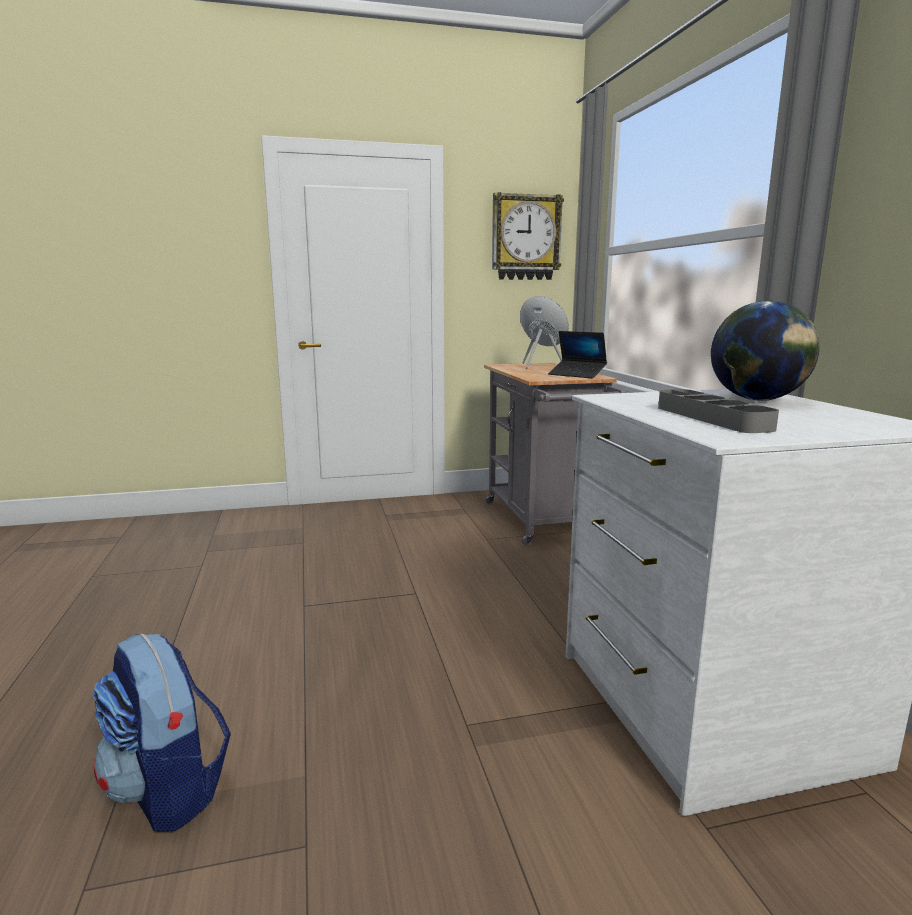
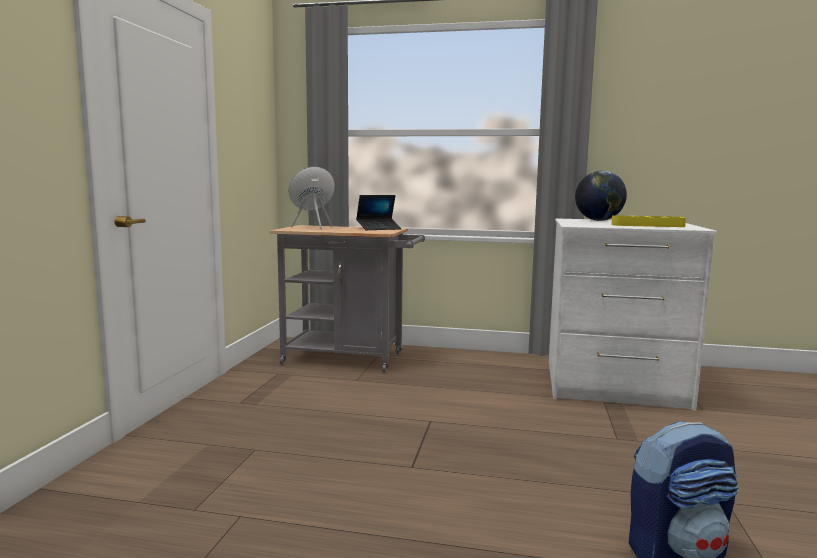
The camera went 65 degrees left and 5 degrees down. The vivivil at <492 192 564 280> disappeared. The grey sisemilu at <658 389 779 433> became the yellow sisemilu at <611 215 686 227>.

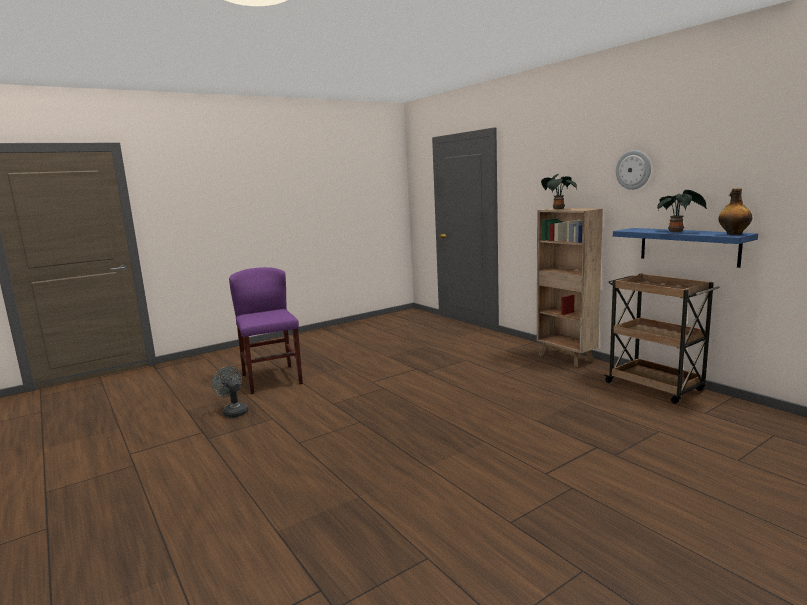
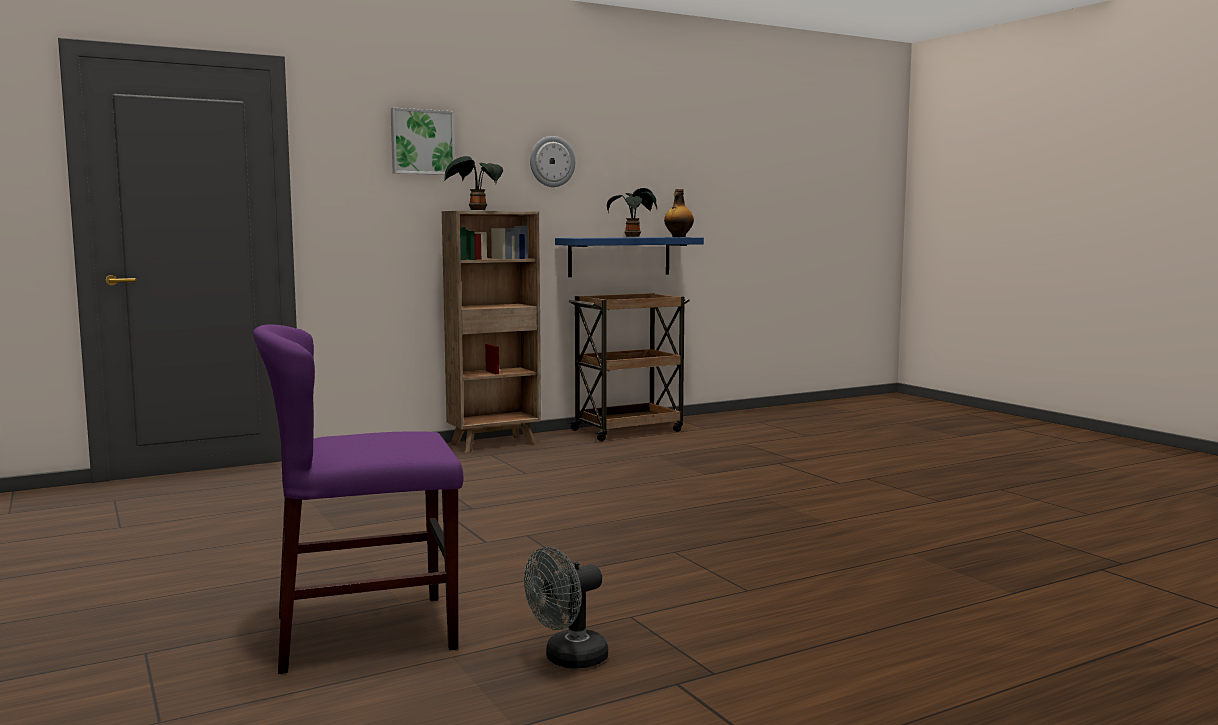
The camera went 85 degrees left and 5 degrees down. The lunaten at <391 108 455 175> appeared.

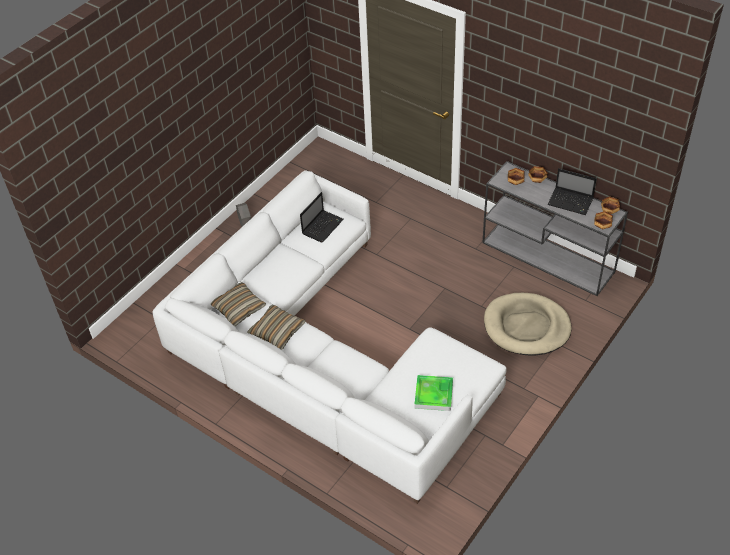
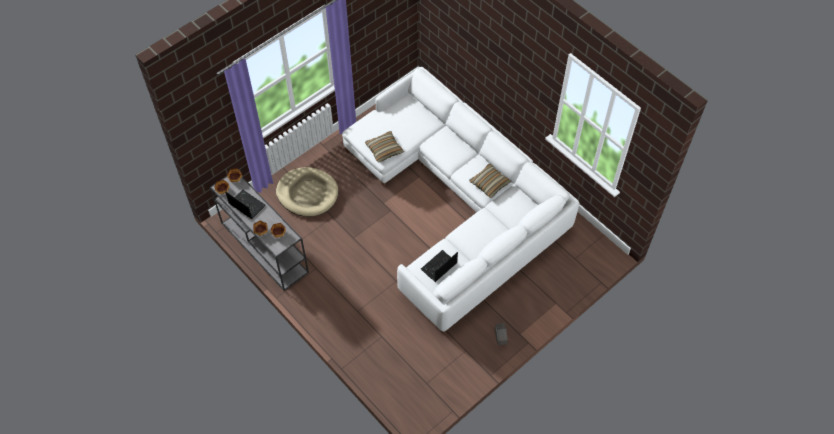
The camera went 170 degrees left and 10 degrees up. The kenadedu moved from <211 282 266 326> to <365 131 404 163>. The sisemilu at <414 375 453 411> disappeared.

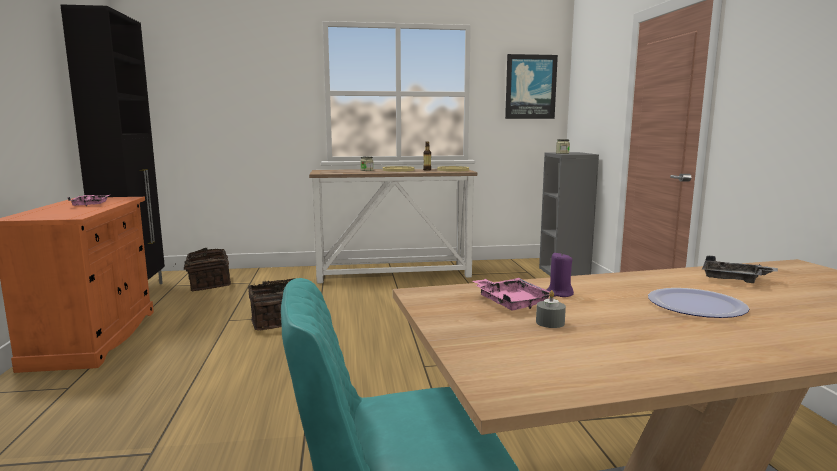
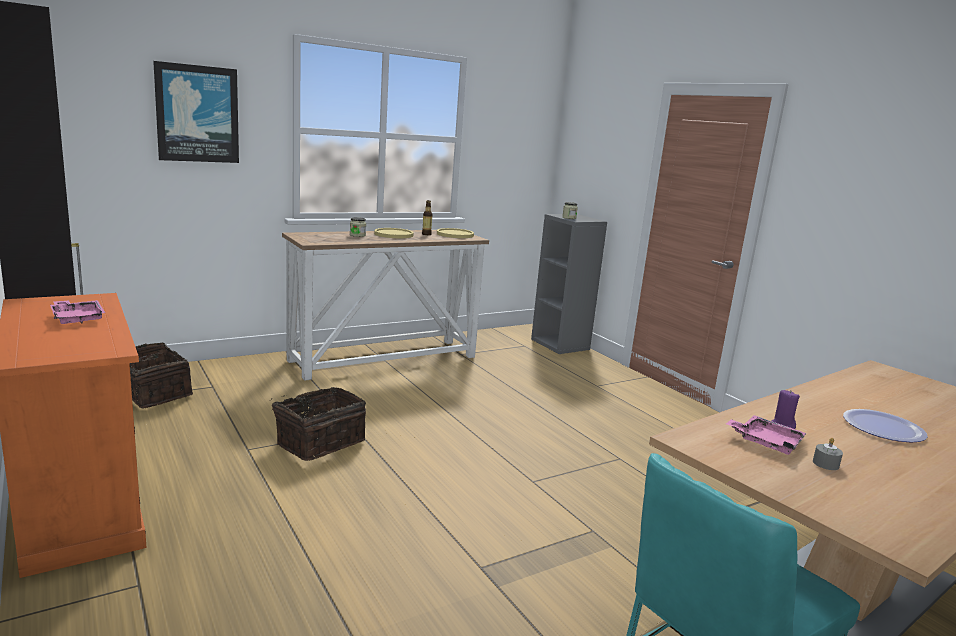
The camera went 25 degrees left and 5 degrees up. The lunaten moved from <505 54 558 119> to <153 61 239 163>. The grey sisemilu at <702 256 778 283> disappeared.

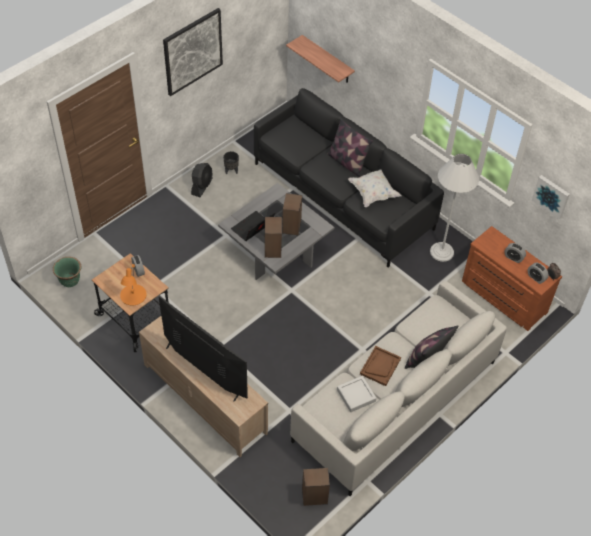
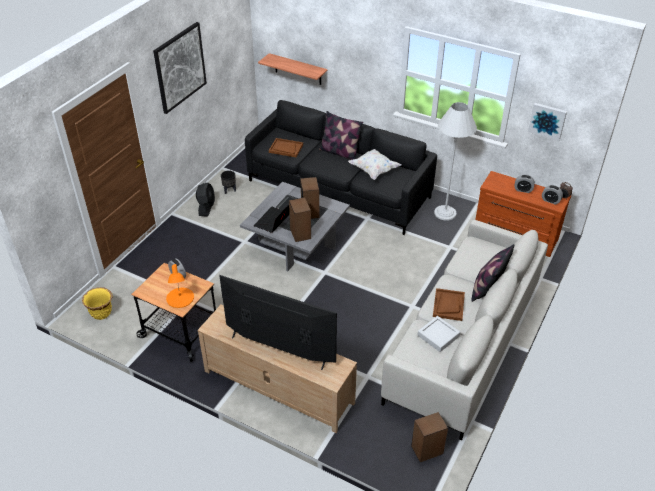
The camera went 15 degrees left and 10 degrees down. The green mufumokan at <53 257 82 287> became the yellow mufumokan at <82 287 112 320>. The brown sisemilu at <269 138 303 157> appeared.

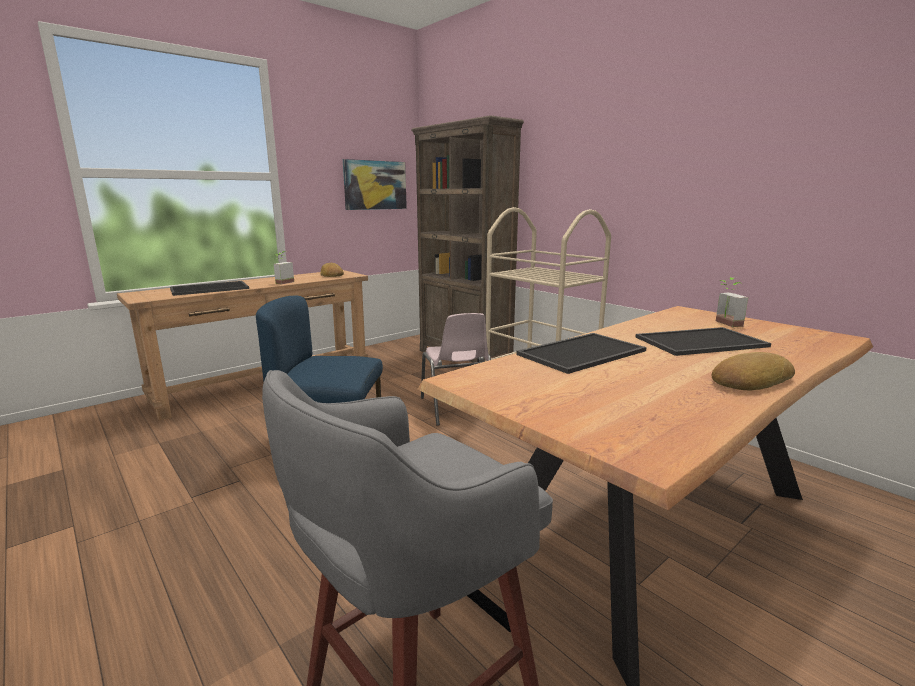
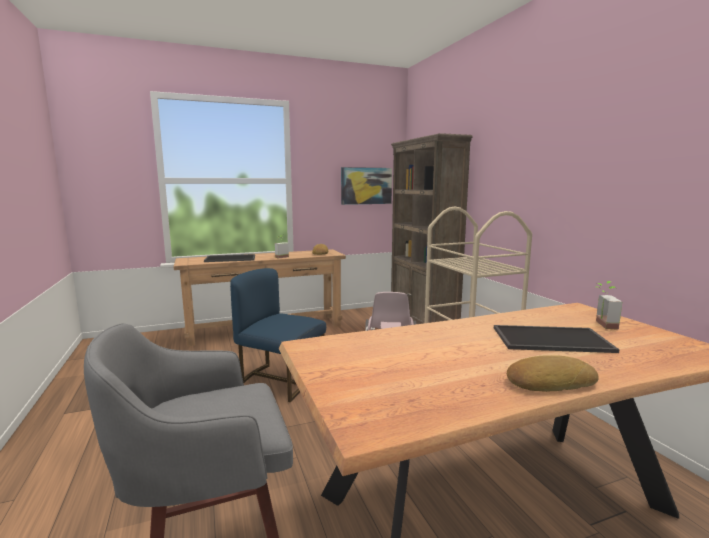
The camera went 20 degrees right and 5 degrees down. The sisemilu at <516 333 647 374> disappeared.

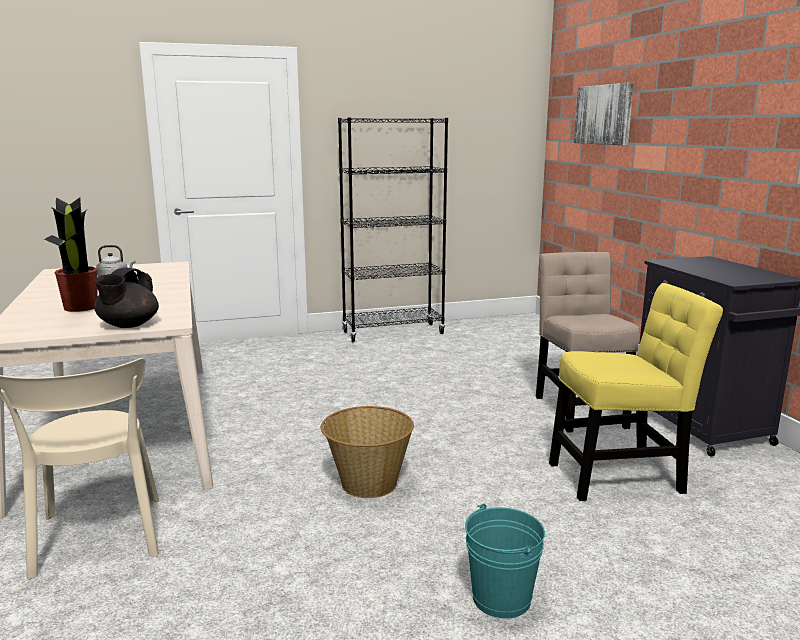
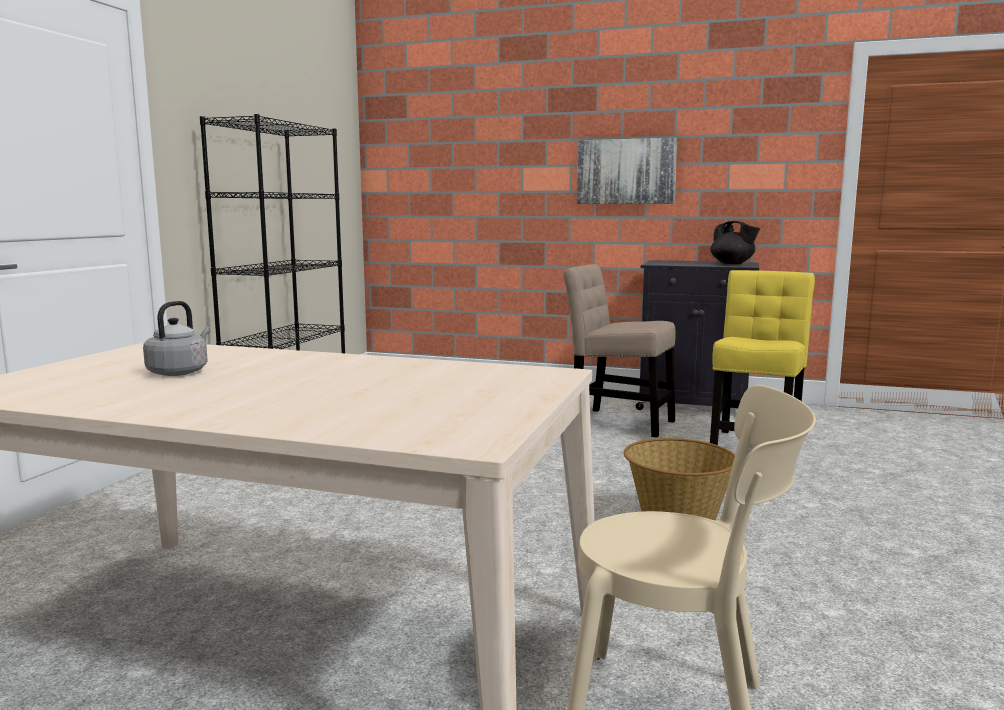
The camera went 55 degrees left and 5 degrees down. The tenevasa at <44 198 98 312> disappeared. The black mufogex moved from <94 268 159 328> to <711 221 760 264>. The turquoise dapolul at <465 504 545 619> disappeared. The lunaten moved from <574 82 634 145> to <577 138 677 204>.

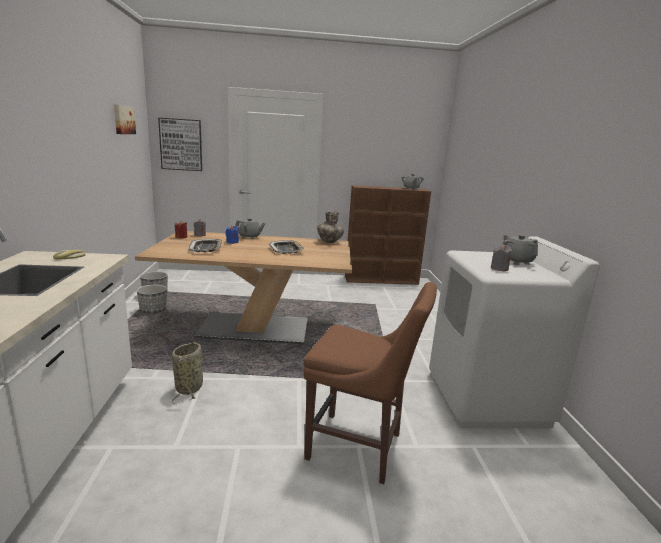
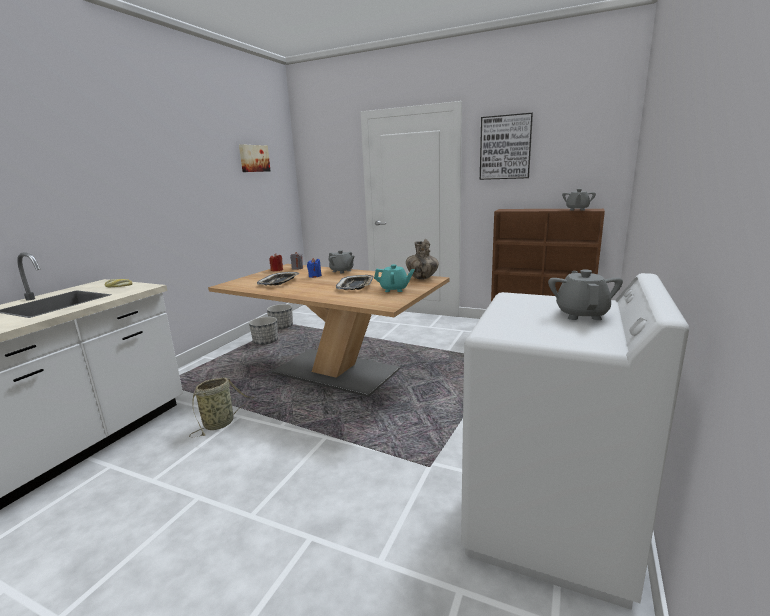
The camera went 30 degrees right and 0 degrees up. The lunaten moved from <158 118 202 171> to <480 113 533 180>. The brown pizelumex at <303 282 437 484> disappeared. The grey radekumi at <491 244 512 271> disappeared. The turquoise mufogex at <374 264 415 292> appeared.

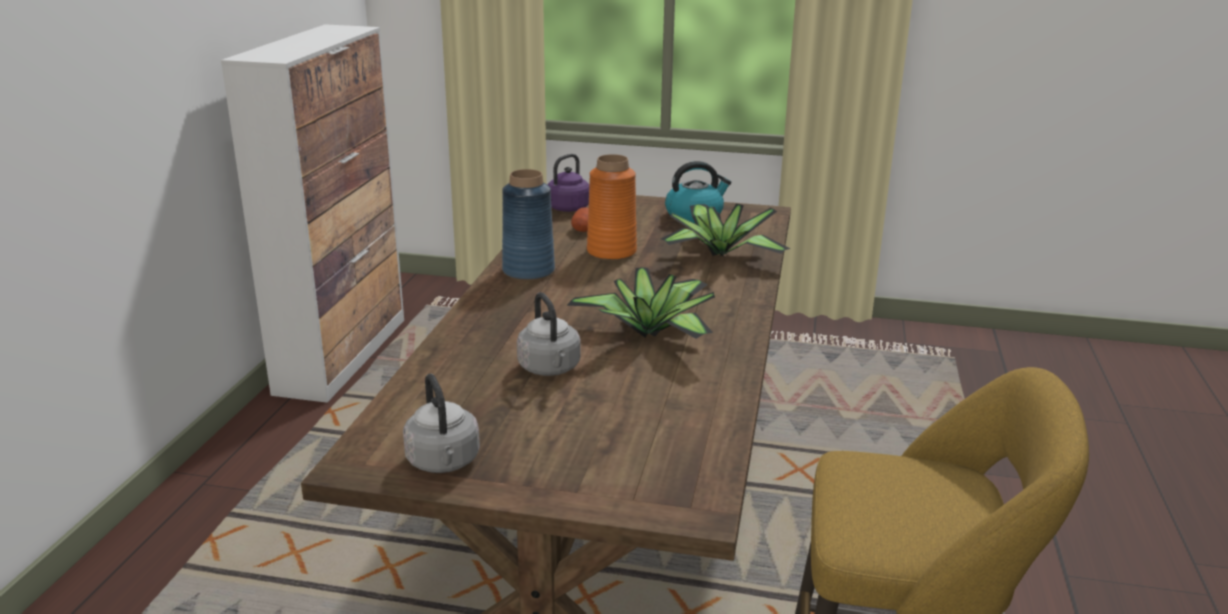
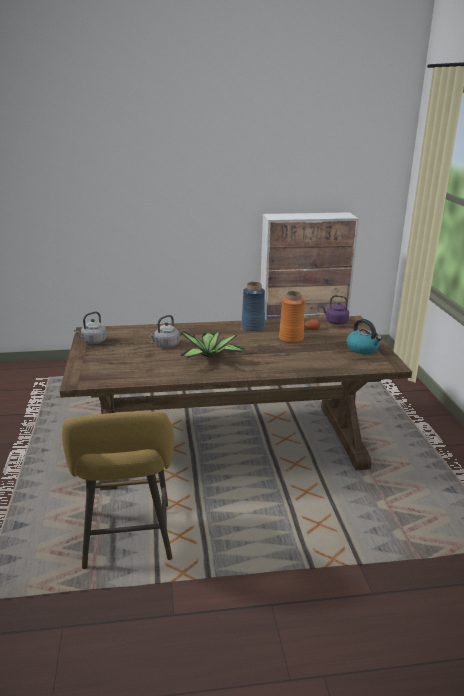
The camera went 70 degrees right and 0 degrees up. The tenevasa at <661 204 790 257> disappeared.

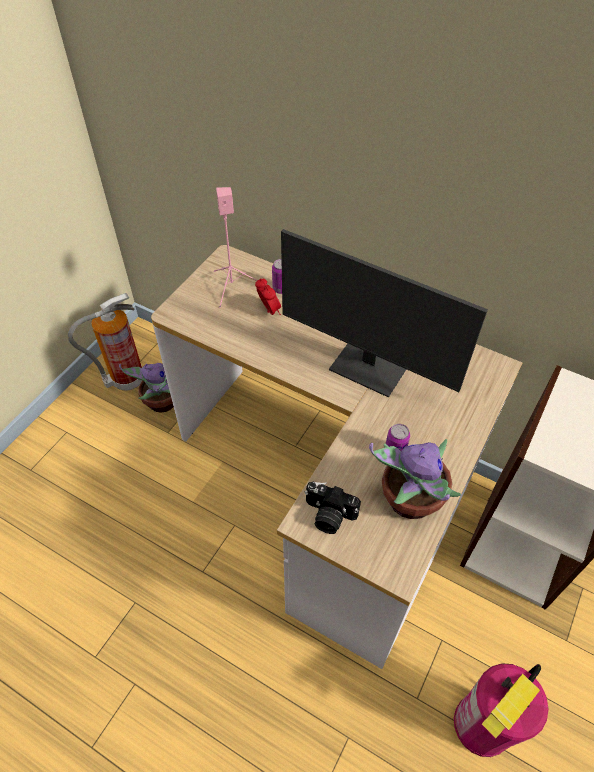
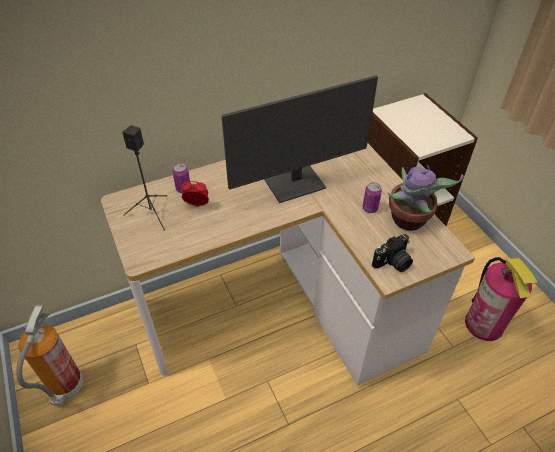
The camera went 55 degrees left and 5 degrees down. The tenevasa at <119 363 174 413> disappeared. The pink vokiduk at <214 187 258 308> became the black vokiduk at <122 125 167 230>.

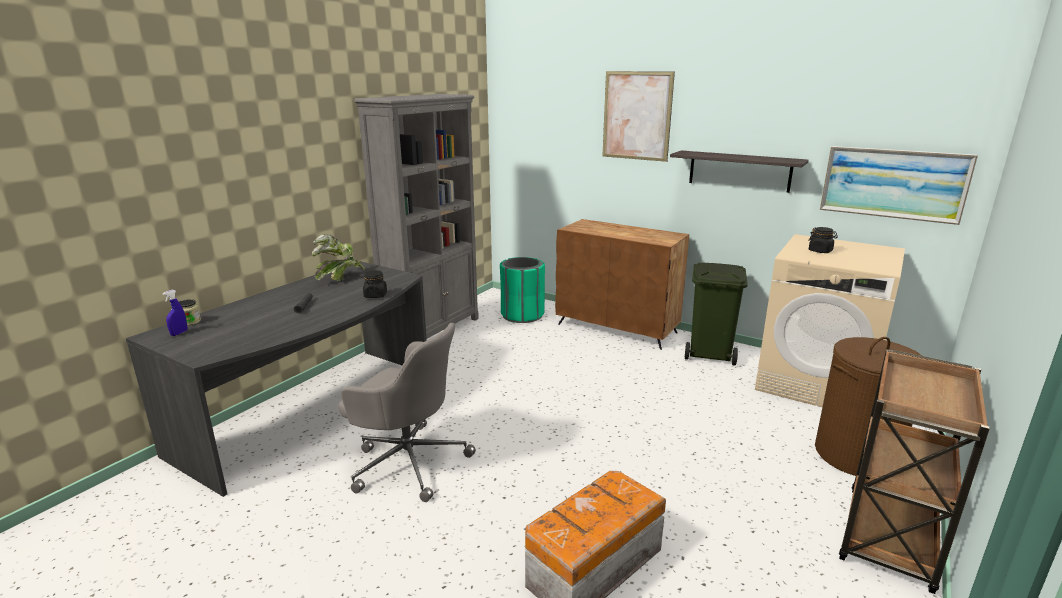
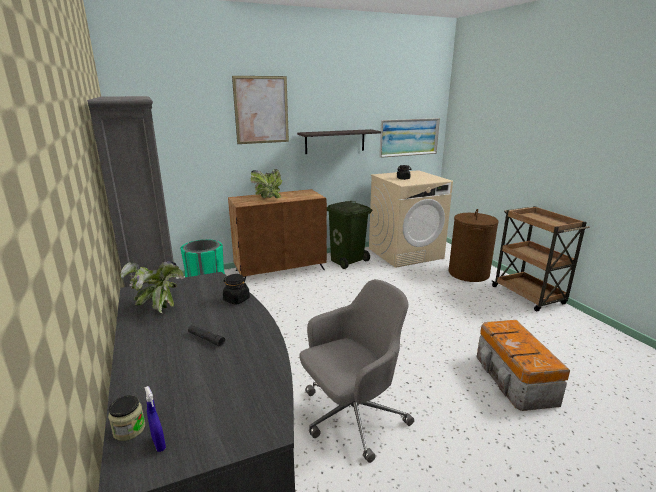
The camera went 55 degrees left and 0 degrees up. The tenevasa at <250 169 282 198> appeared.

